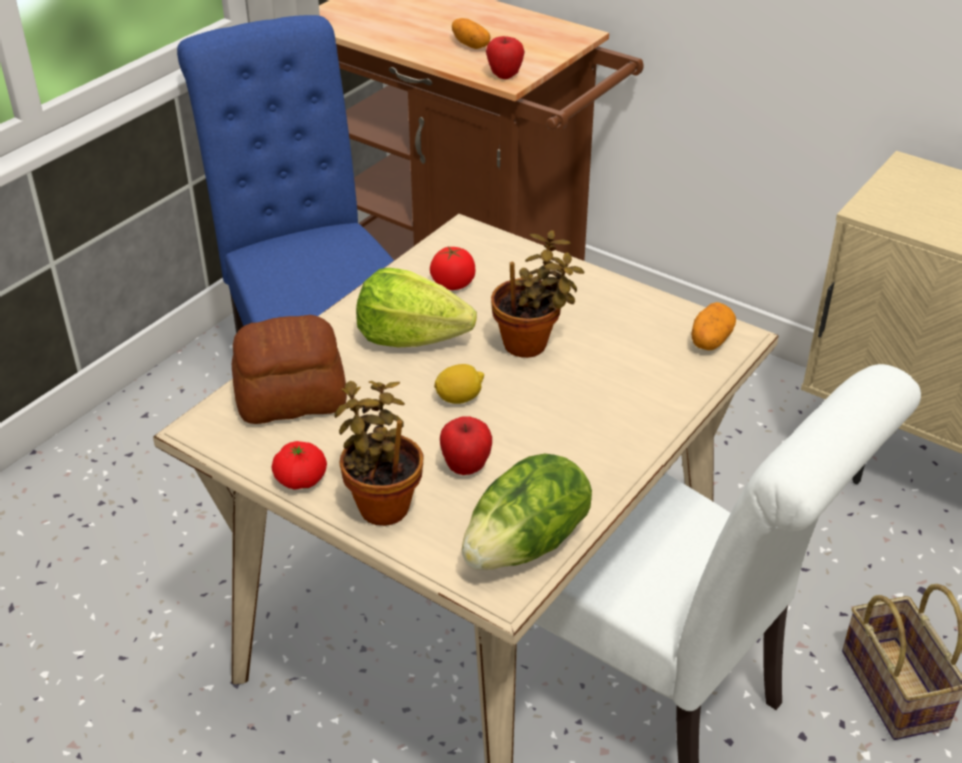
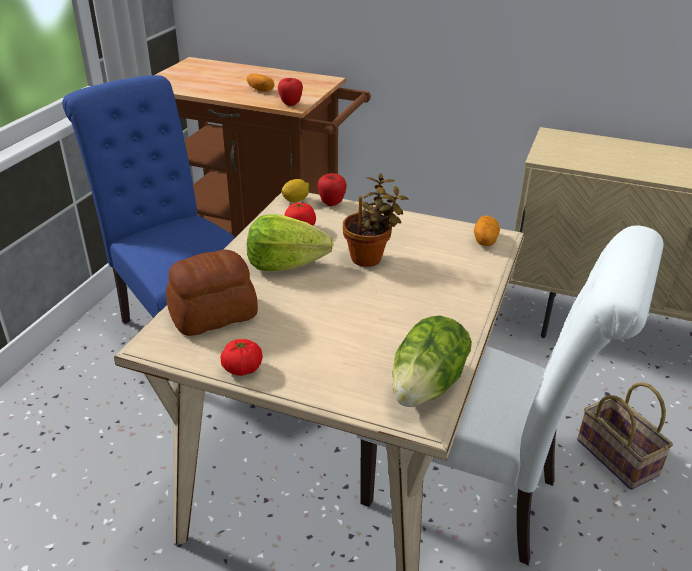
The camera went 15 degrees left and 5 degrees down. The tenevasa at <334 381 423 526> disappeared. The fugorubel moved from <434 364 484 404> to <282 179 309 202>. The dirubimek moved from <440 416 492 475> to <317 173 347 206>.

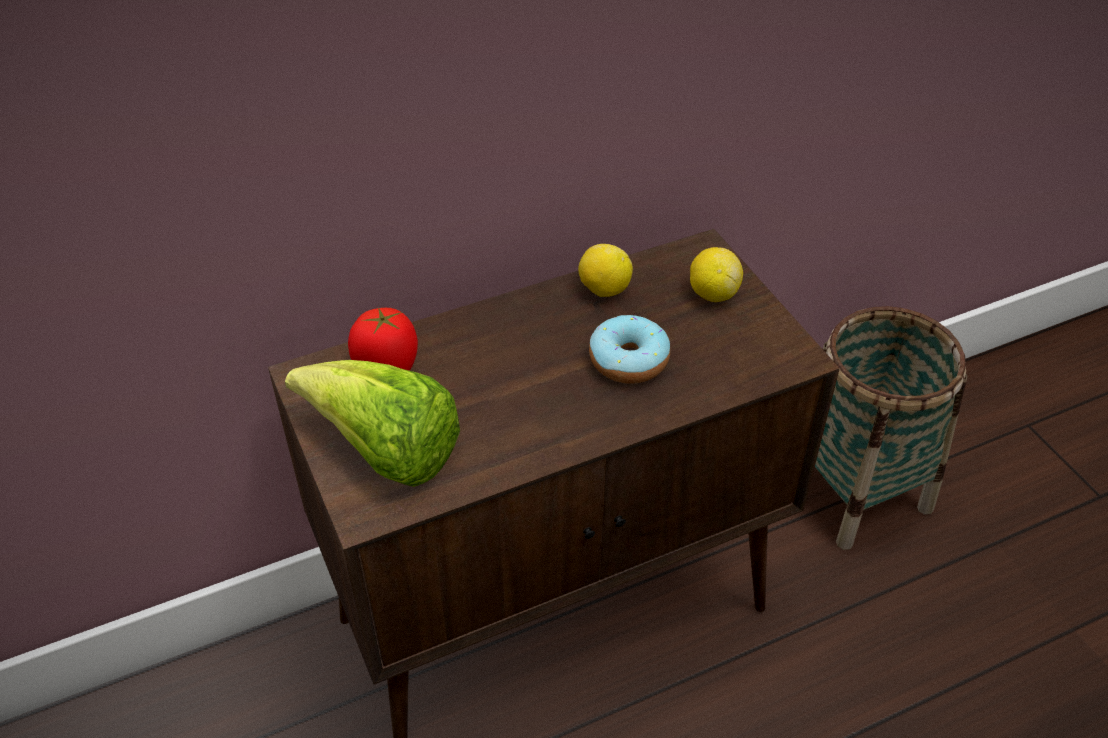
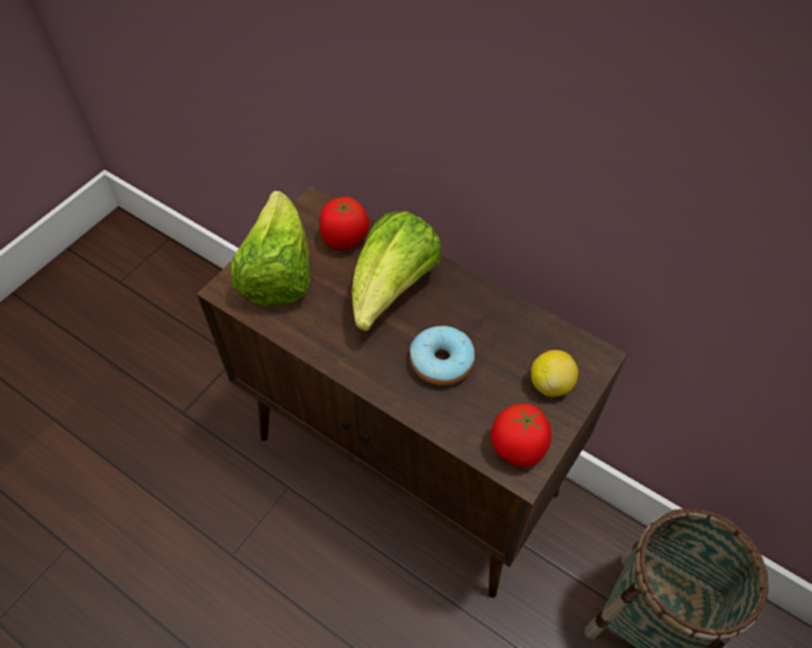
The camera went 60 degrees right and 10 degrees up. The fugorubel at <578 244 633 297> disappeared. The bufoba at <351 211 442 331> appeared. The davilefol at <491 403 552 467> appeared.

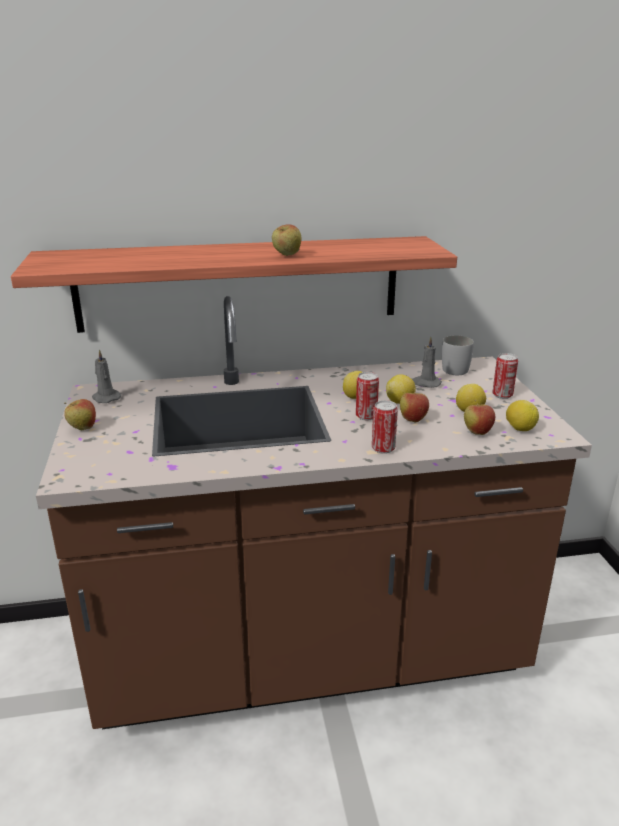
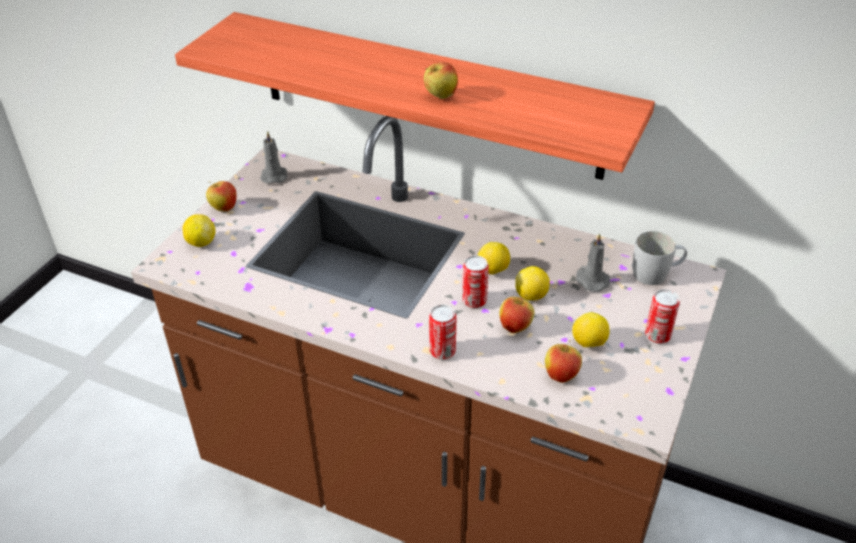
The camera went 35 degrees right and 15 degrees up. The fugorubel moved from <506 400 539 431> to <183 214 215 247>.

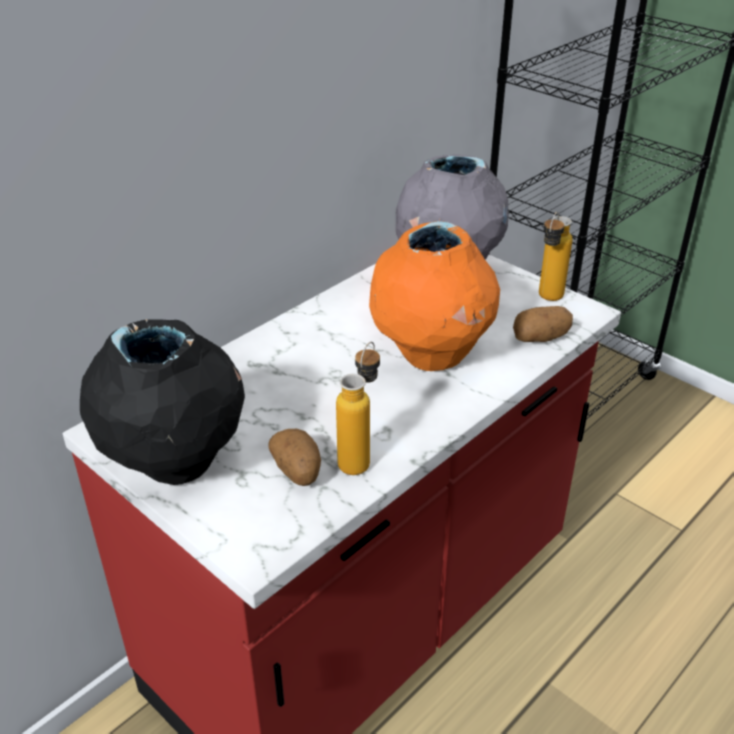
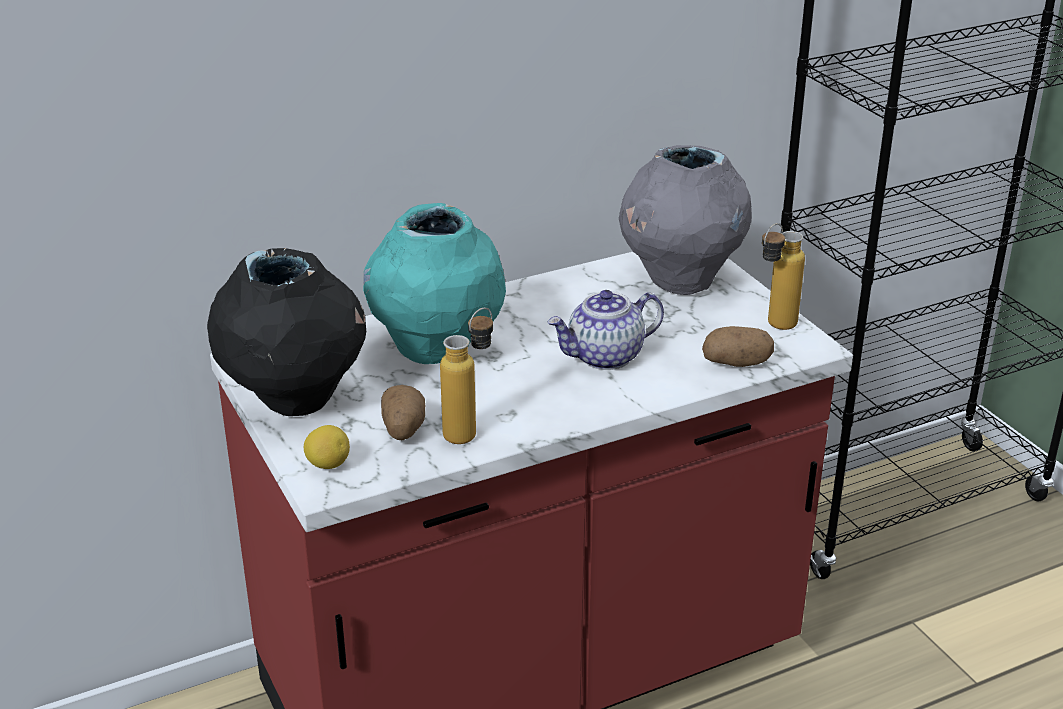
The camera went 20 degrees right and 5 degrees down. The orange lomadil at <369 221 500 371> was replaced by the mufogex at <547 290 664 370>. The fugorubel at <304 425 350 469> appeared. The turquoise lomadil at <363 203 506 364> appeared.

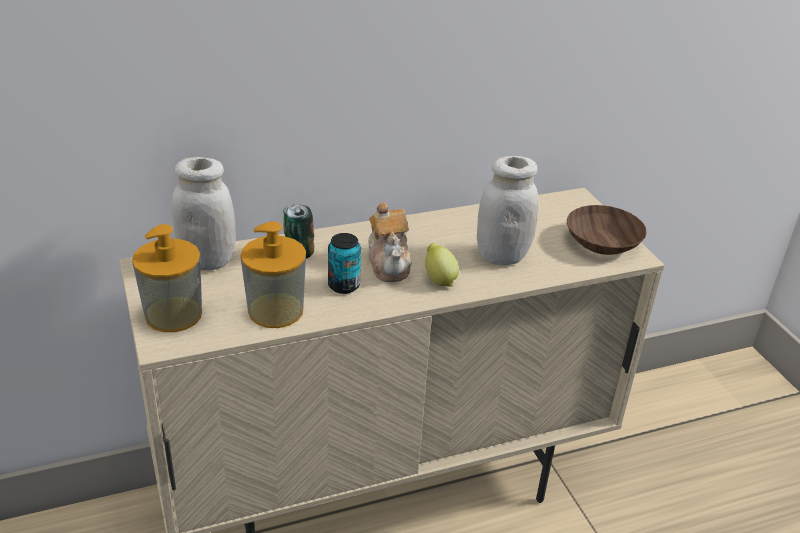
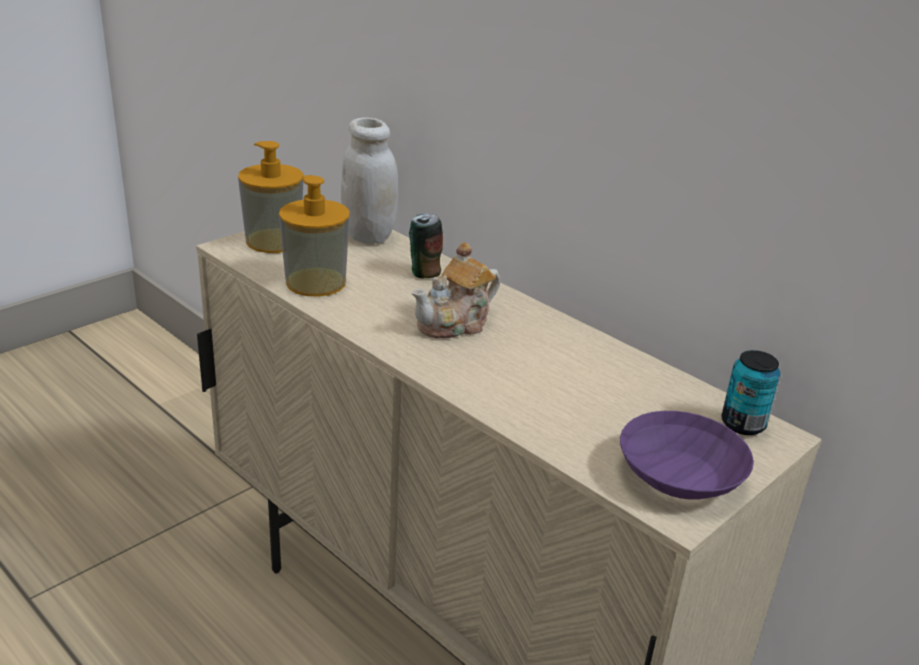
The camera went 65 degrees right and 5 degrees down. The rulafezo moved from <328 233 361 294> to <721 350 781 435>. The fugorubel at <425 243 459 287> disappeared. The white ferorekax at <477 156 539 265> disappeared. The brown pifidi at <567 205 647 255> became the purple pifidi at <620 411 754 500>.

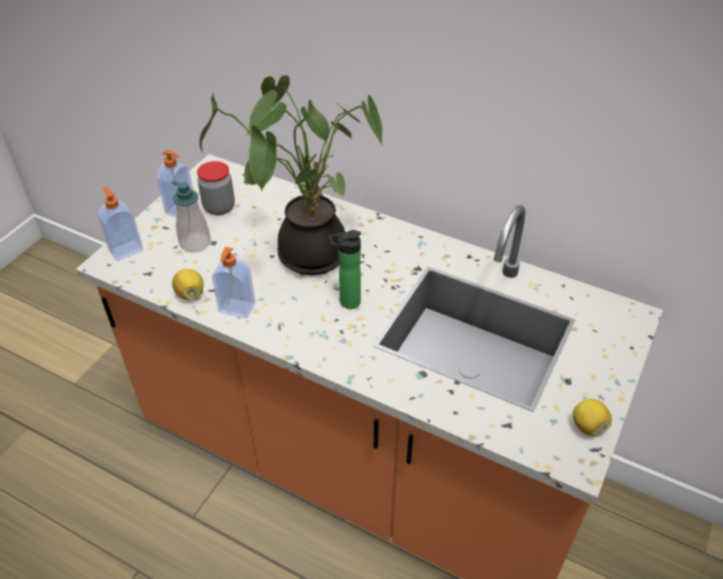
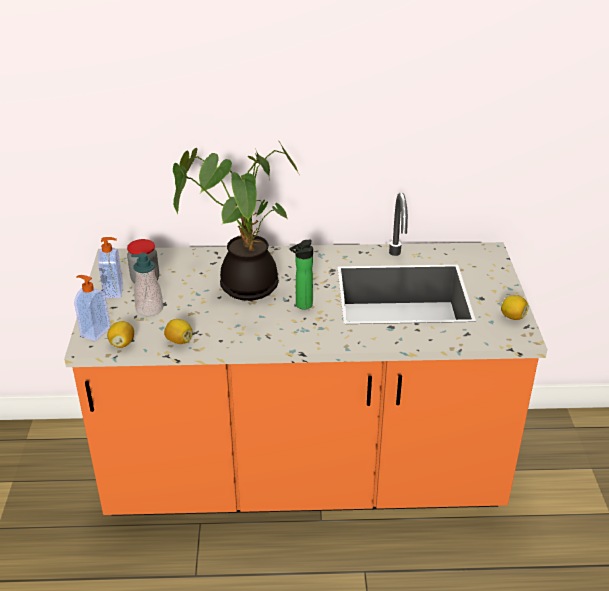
The camera went 30 degrees left and 10 degrees down. The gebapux at <212 247 255 318> disappeared. The fugorubel at <107 321 134 348> appeared.

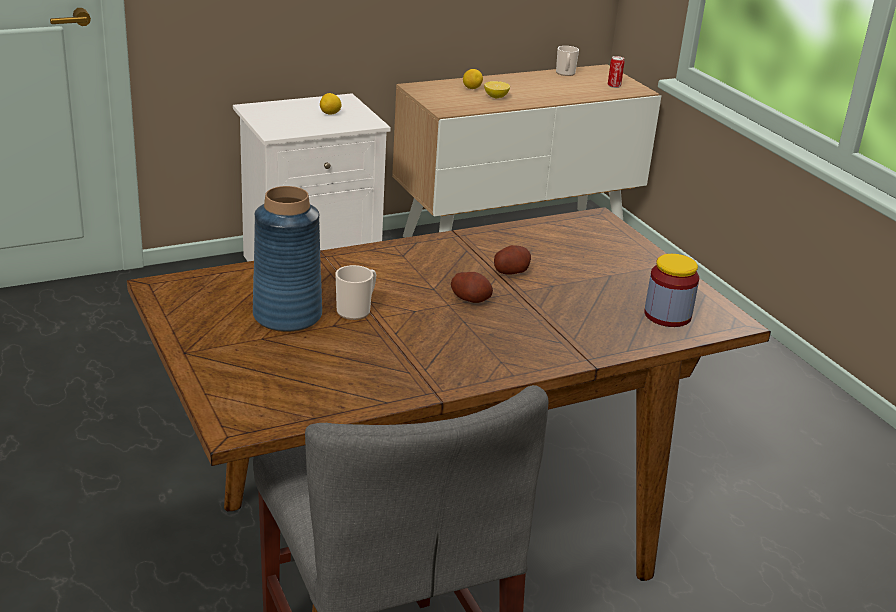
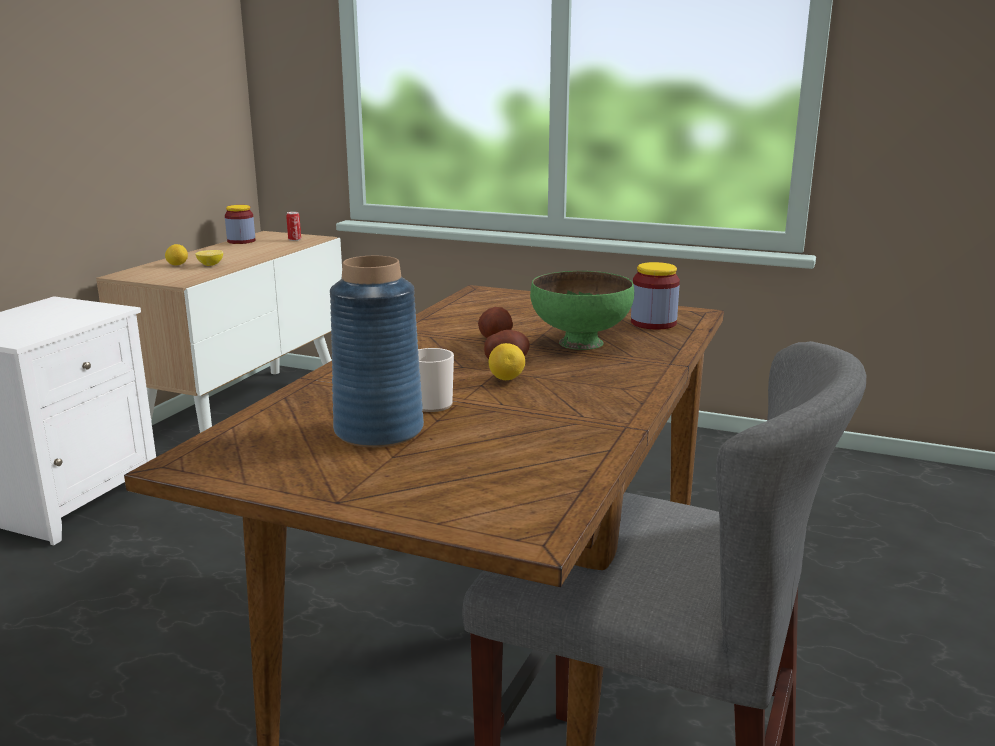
The camera went 40 degrees left and 10 degrees down. The fugorubel moved from <320 93 342 115> to <489 343 525 380>. The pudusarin at <556 46 579 76> was replaced by the ferorekax at <225 205 255 244>. The green pifidi at <530 271 634 350> appeared.

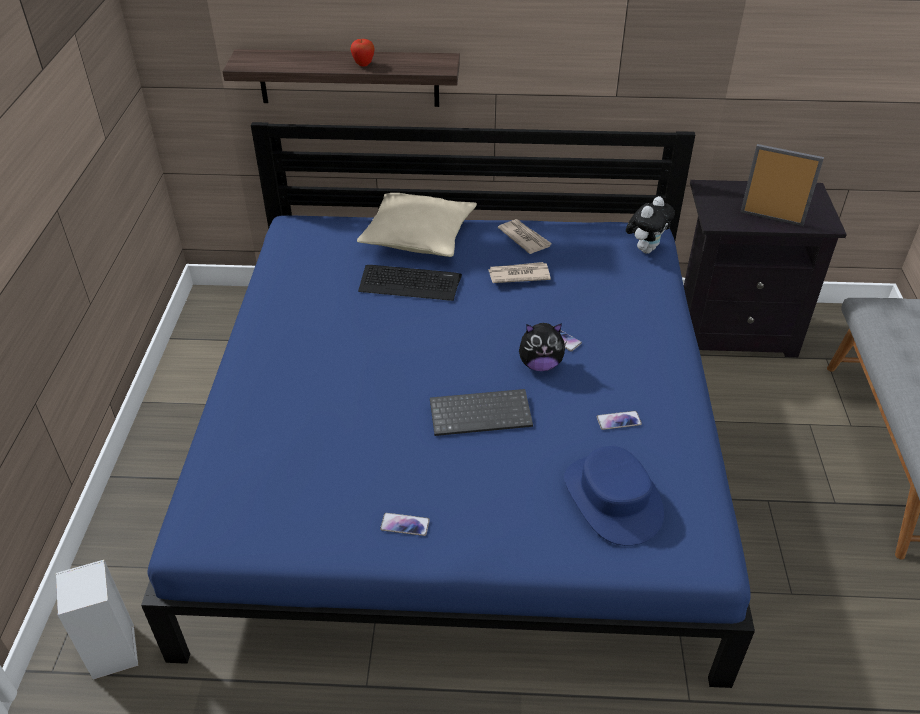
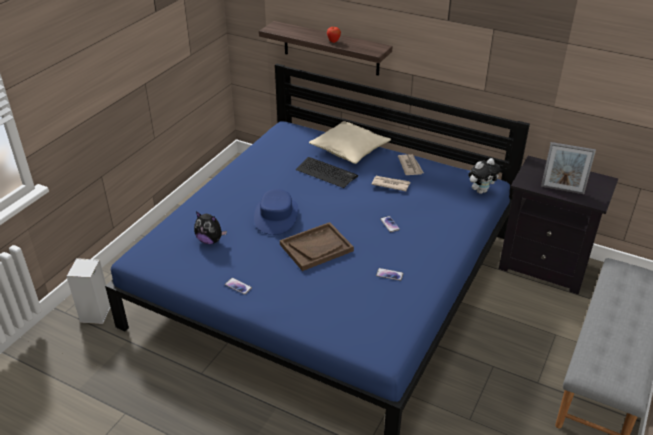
The camera went 25 degrees right and 5 degrees down. The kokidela at <430 389 533 436> was replaced by the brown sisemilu at <280 222 354 271>. The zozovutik moved from <519 323 567 371> to <194 212 227 244>. The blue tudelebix moved from <564 446 664 546> to <254 189 298 235>. The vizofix at <741 144 824 226> turned 150 degrees clockwise.

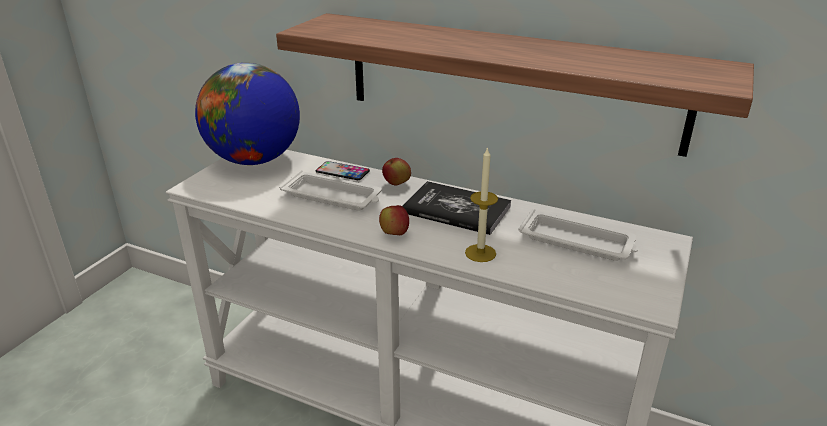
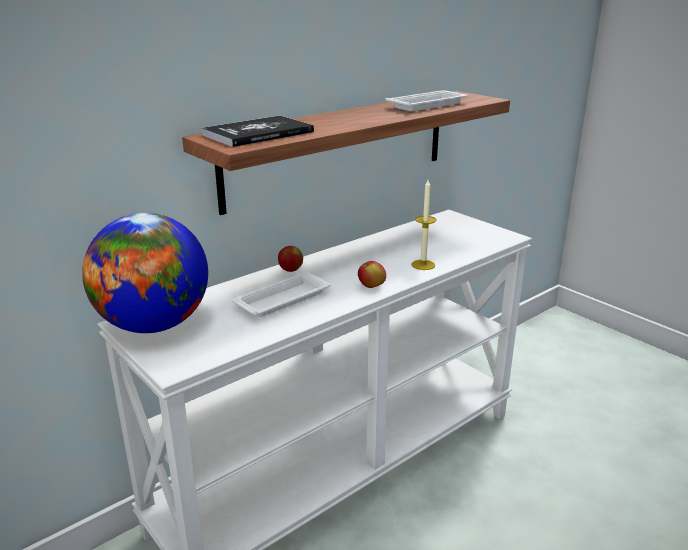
The camera went 65 degrees left and 5 degrees down. The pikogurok at <316 161 370 180> disappeared. The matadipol moved from <402 181 511 235> to <201 116 314 147>. The white sisemilu moved from <519 209 638 261> to <385 90 468 111>.

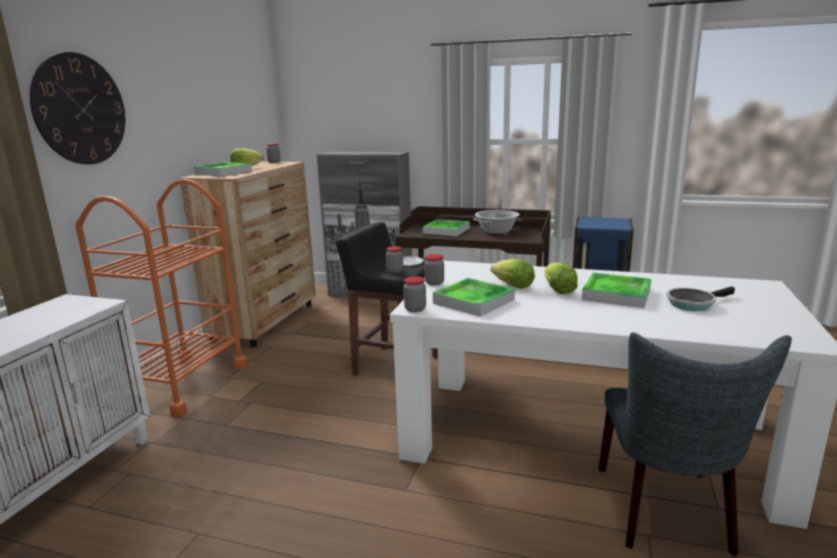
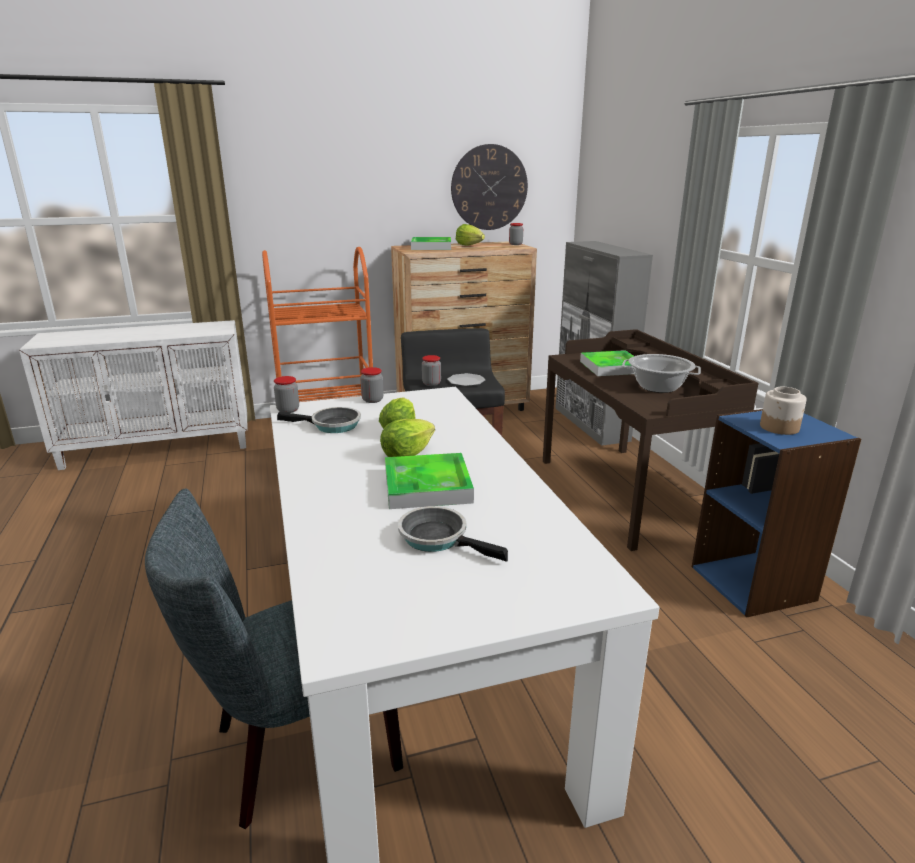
The camera went 55 degrees right and 5 degrees up. The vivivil moved from <30 52 126 165> to <451 144 528 230>. The sisemilu at <433 278 515 317> was replaced by the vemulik at <277 407 361 433>. The ferorekax at <760 387 807 435> appeared.

